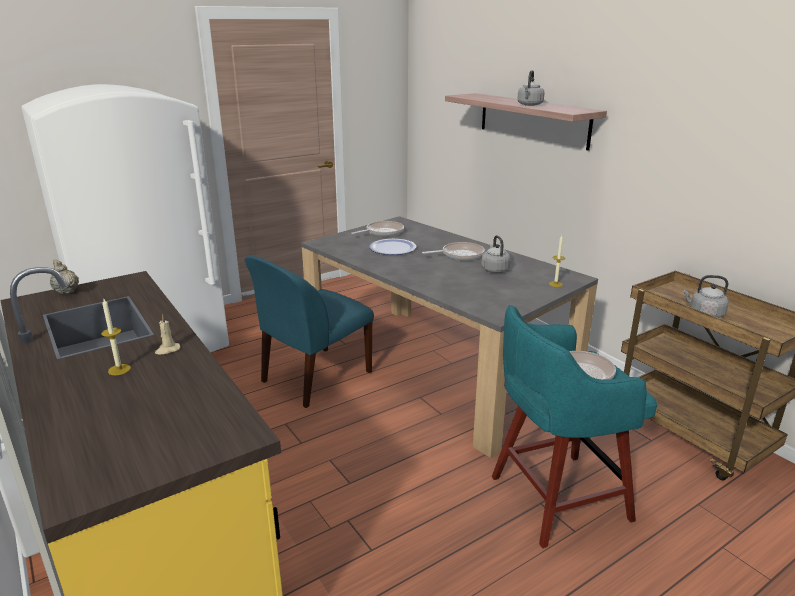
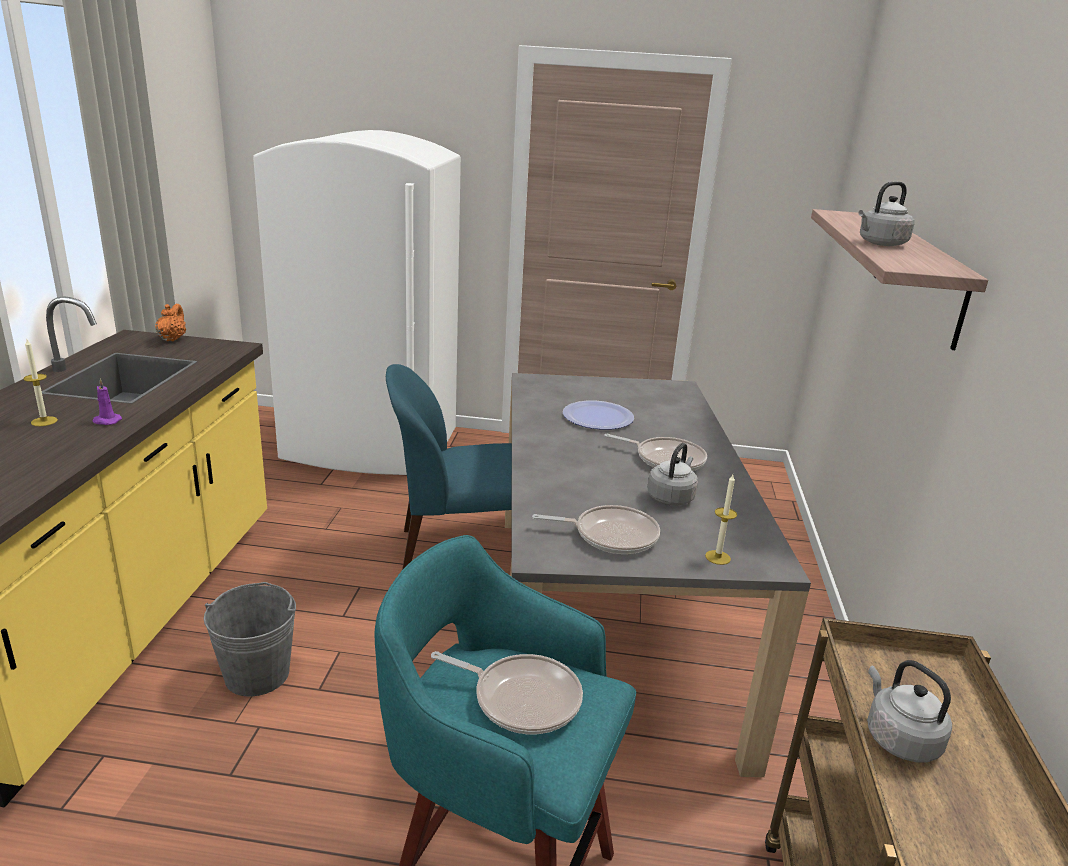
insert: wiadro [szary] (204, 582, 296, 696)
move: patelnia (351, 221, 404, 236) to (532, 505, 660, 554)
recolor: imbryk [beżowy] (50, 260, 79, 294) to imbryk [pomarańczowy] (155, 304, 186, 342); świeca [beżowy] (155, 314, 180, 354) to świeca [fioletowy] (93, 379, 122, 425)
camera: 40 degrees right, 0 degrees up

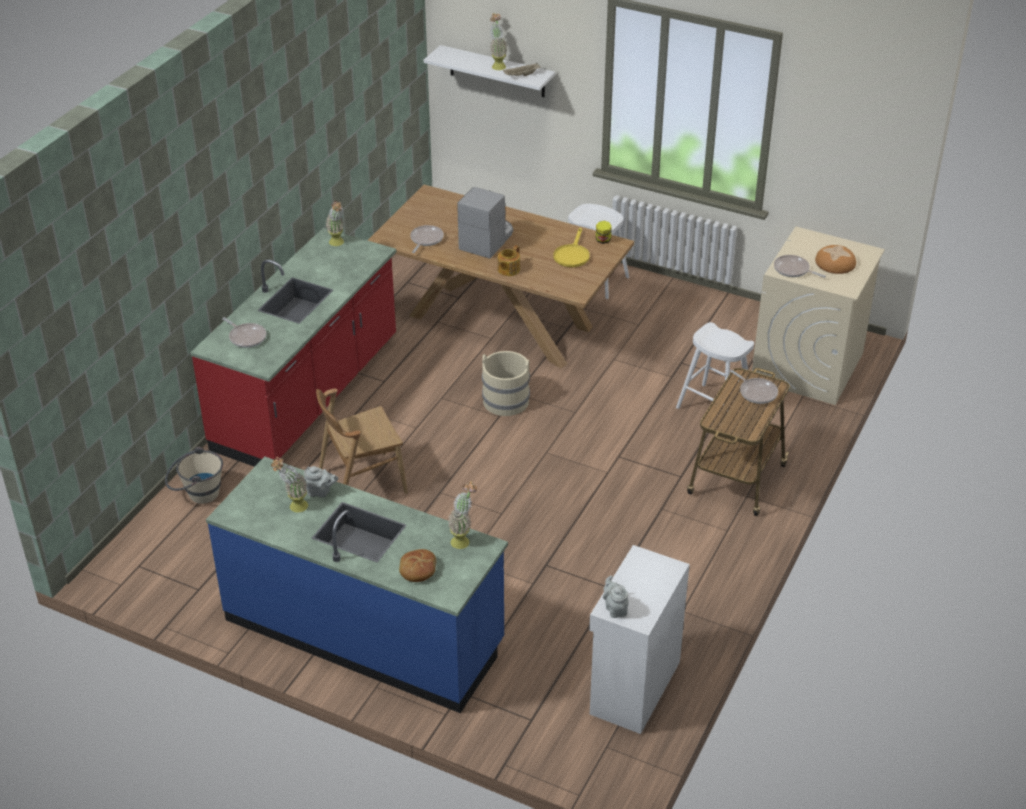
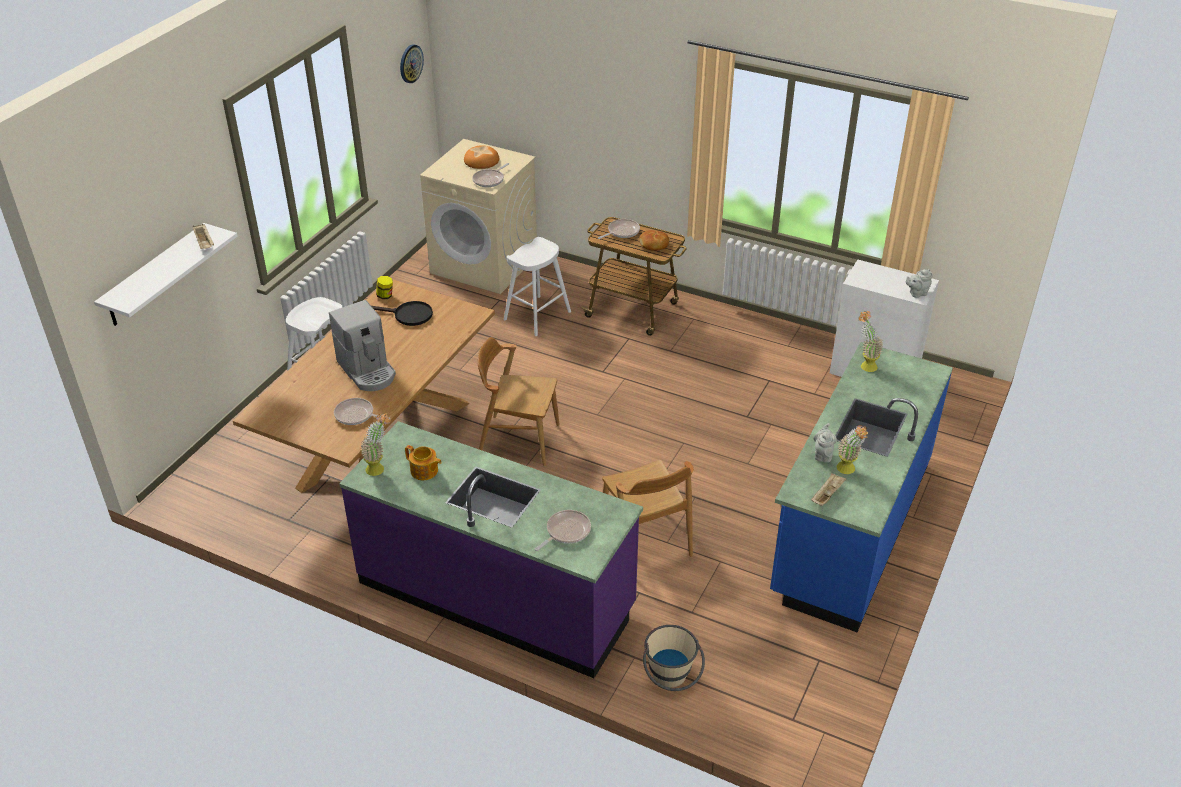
delete: roślina doniczkowa (490, 13, 508, 70)
insert: zegar ścienny (400, 44, 424, 83); taca [beżowy] (811, 473, 847, 506)
move: imbryk (498, 245, 520, 276) to (405, 445, 442, 480); chleb (399, 549, 437, 582) to (639, 230, 669, 251)
replace: wiadro [beżowy] (482, 351, 530, 416) to krzesło [brązowy] (478, 337, 560, 466)
recolor: zabudowa kuchenna [czerwony] (190, 228, 396, 467) to zabudowa kuchenna [fioletowy] (339, 421, 643, 678); patelnia [żółty] (553, 228, 590, 267) to patelnia [czarny] (372, 301, 433, 326)
rotate: ekspres do kawy (457, 187, 513, 259) = (329, 300, 396, 391) 150 degrees counterclockwise
camera: 90 degrees left, 0 degrees up

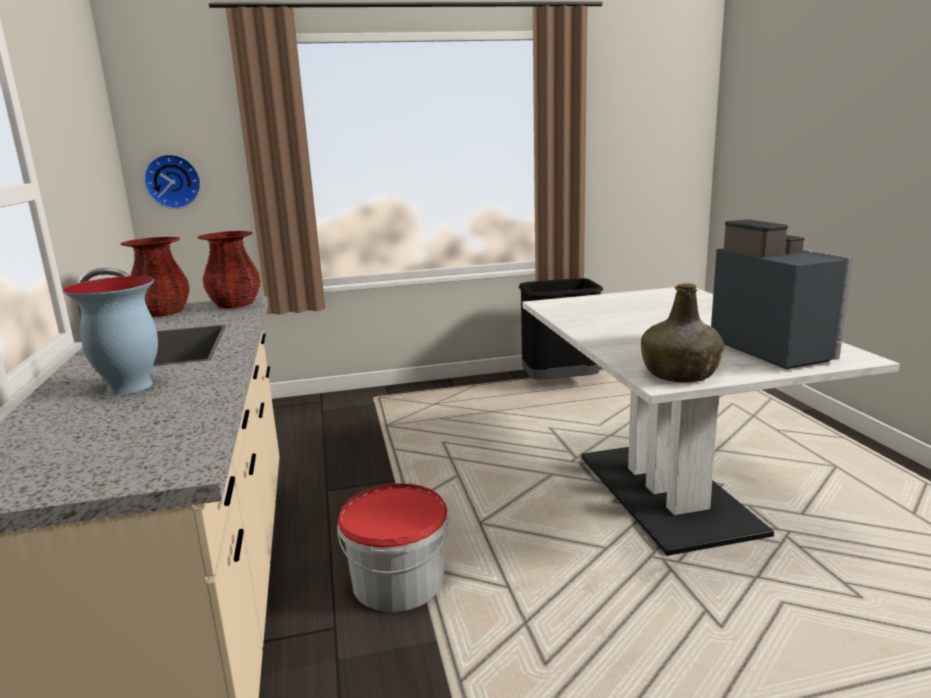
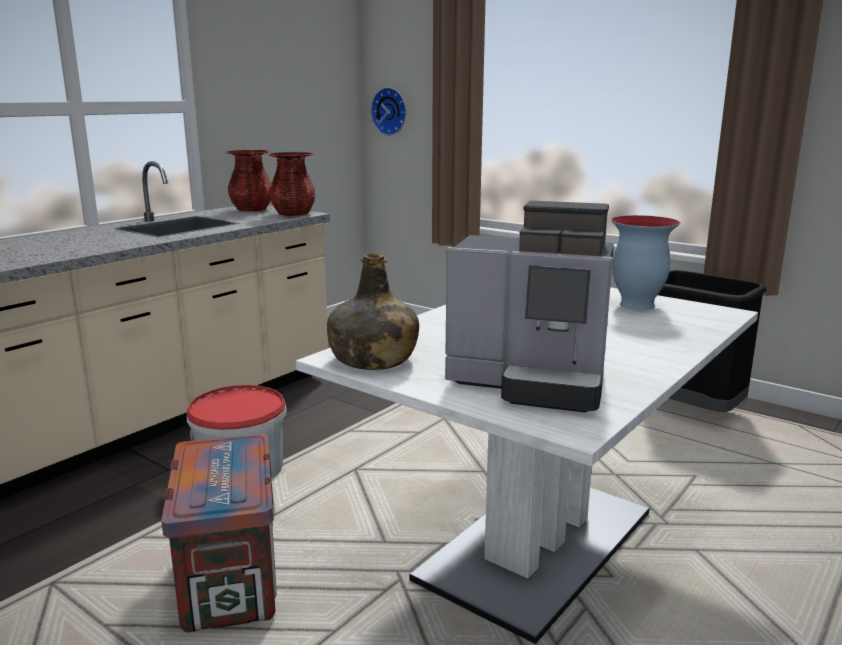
insert: skrzynka (161, 434, 277, 632)
move: wazon (62, 276, 158, 394) to (611, 215, 680, 310)
rotate: ekspres do kawy (711, 219, 853, 369) = (445, 201, 614, 413) 75 degrees clockwise
camera: 50 degrees right, 0 degrees up

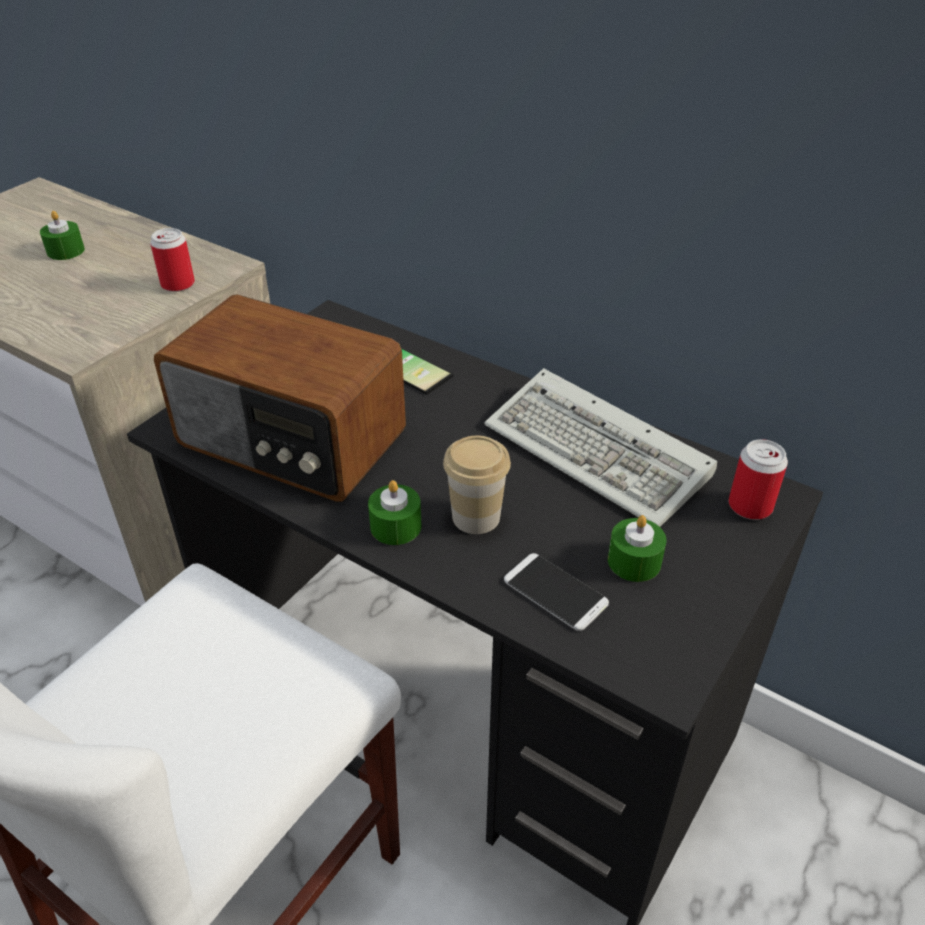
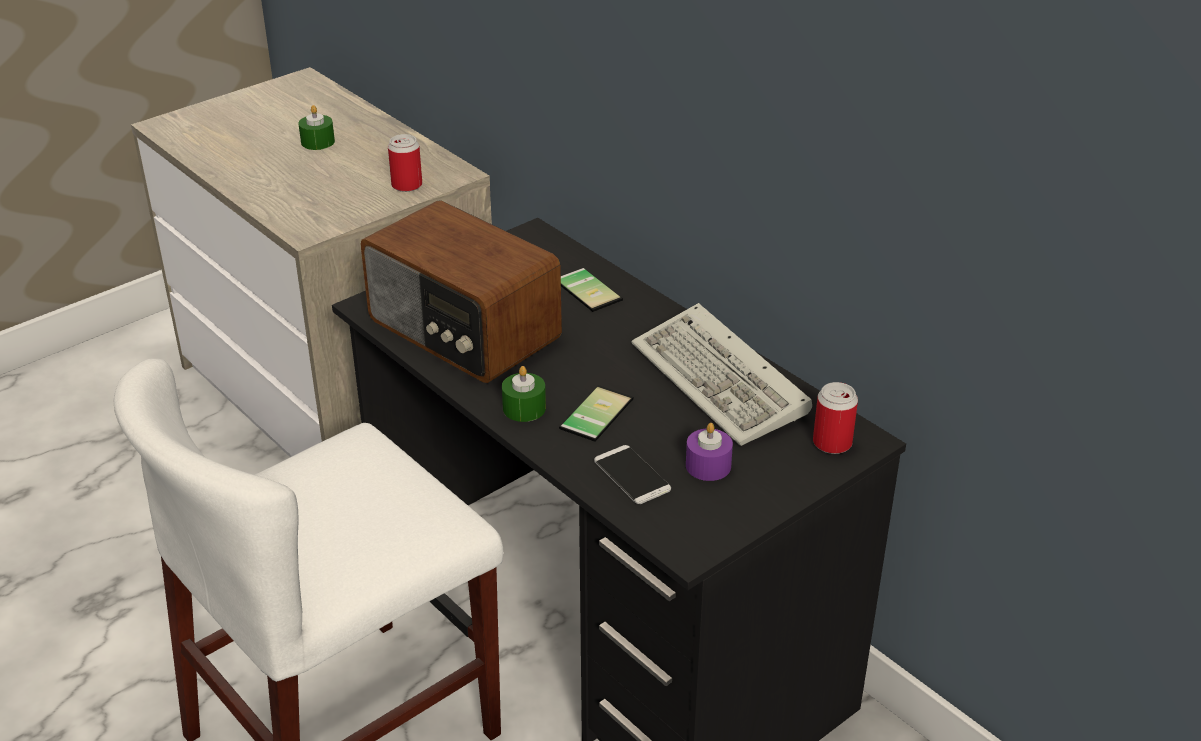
replace: filiżanka (443, 436, 511, 534) to telefon (559, 385, 633, 442)
recolor: świeca [zielony] (608, 515, 667, 582) to świeca [fioletowy] (686, 423, 733, 481)
camera: 15 degrees right, 5 degrees down

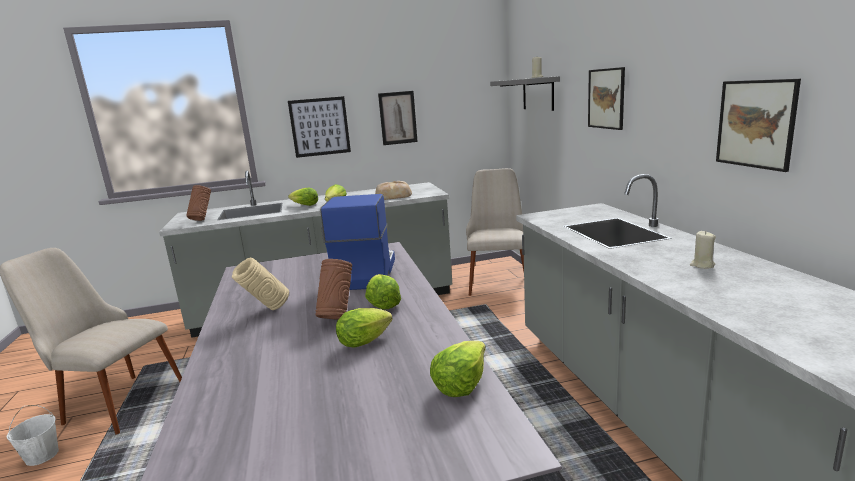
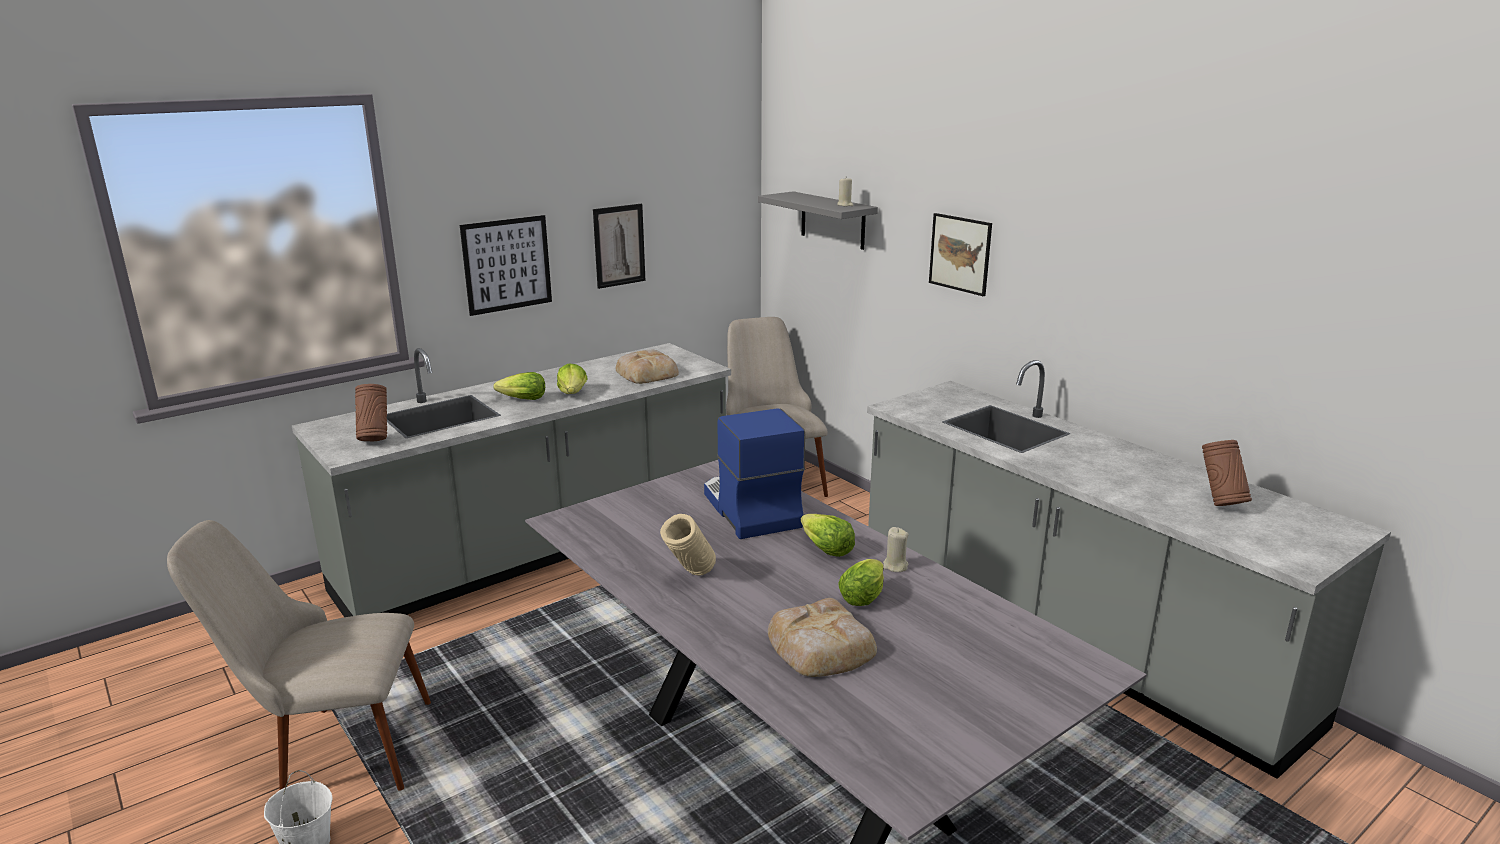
delete: obraz (716, 79, 801, 172); sałata (430, 341, 486, 397)
insert: chleb (768, 598, 877, 677)
move: świeca [beżowy] (690, 231, 716, 269) to (883, 527, 909, 572); wazon [brązowy] (316, 259, 352, 319) to (1202, 440, 1252, 506)
camera: 25 degrees left, 5 degrees up

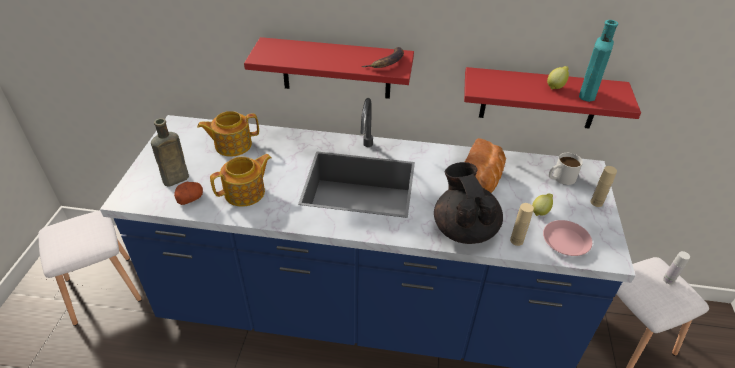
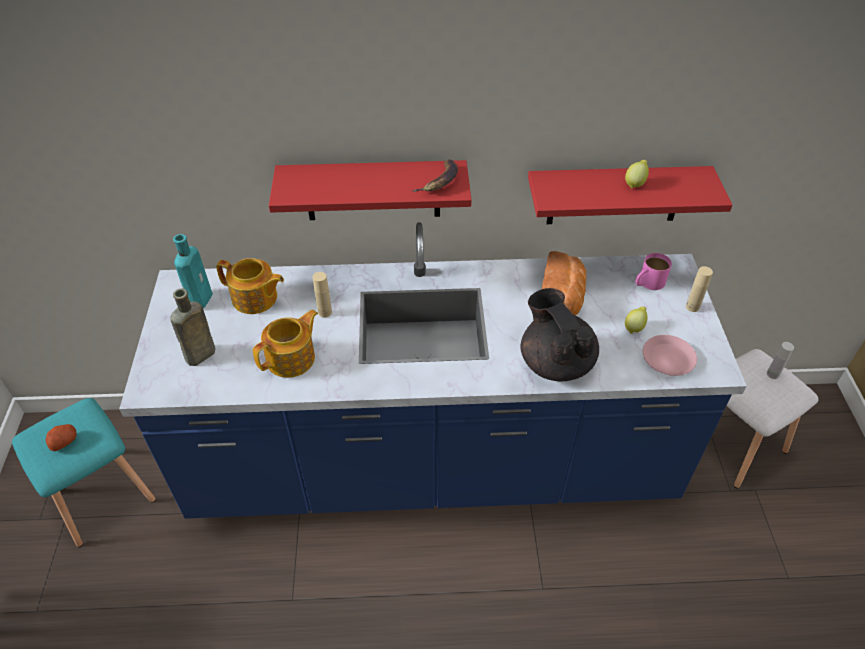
move: butelka [turkusowy] (579, 20, 618, 102) to (173, 234, 213, 308); ziemniak (174, 182, 203, 205) to (46, 424, 77, 451); butelka [beżowy] (510, 203, 534, 246) to (313, 272, 332, 318)
recolor: kubek [biały] (549, 153, 583, 185) to kubek [różowy] (635, 253, 672, 290); stołek [biały] (38, 210, 142, 326) to stołek [turkusowy] (12, 398, 156, 547)
rotate: imbryk (197, 111, 259, 156) = (216, 258, 284, 314) 135 degrees counterclockwise
camera: 10 degrees left, 5 degrees up

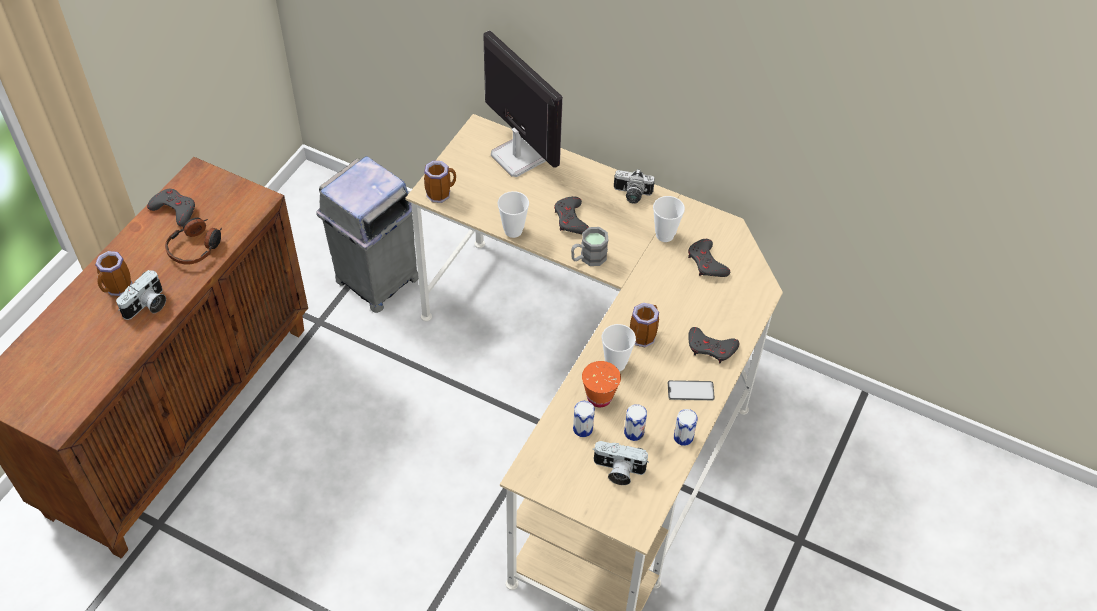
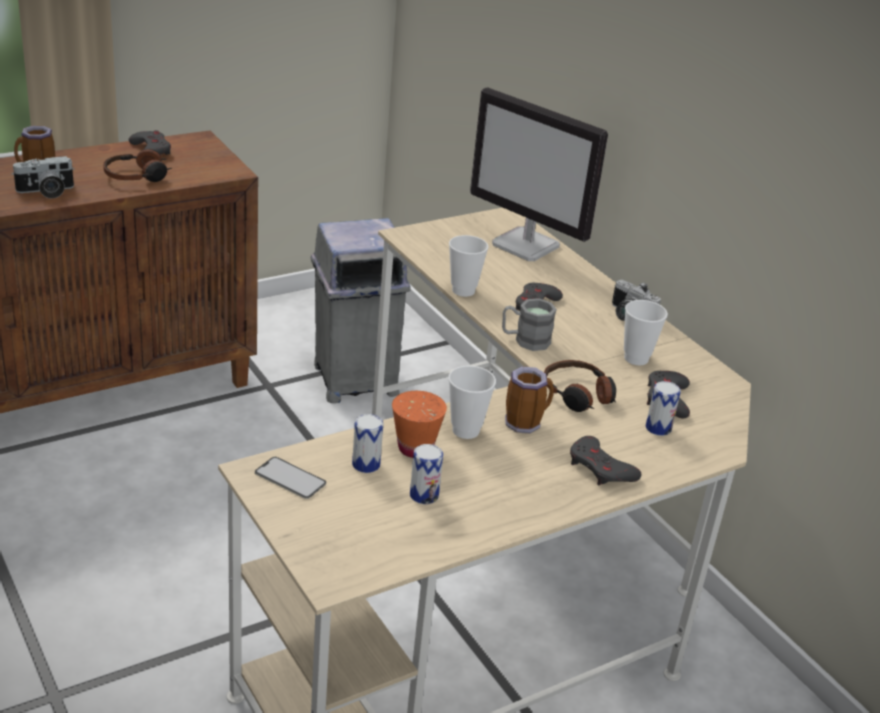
delete: kubek (424, 161, 456, 203); aparat fotograficzny (593, 441, 649, 485)
insert: słuchawki (544, 360, 616, 412)
move: telefon (668, 380, 715, 401) to (255, 457, 326, 499); puszka (674, 409, 698, 446) to (646, 381, 681, 436)
rotate: monitor (483, 31, 563, 177) = (470, 87, 608, 261) 135 degrees clockwise
camera: 30 degrees right, 20 degrees down

